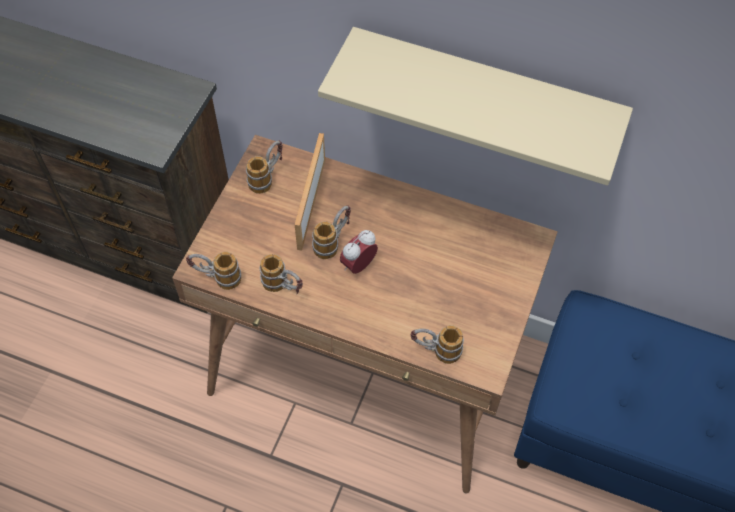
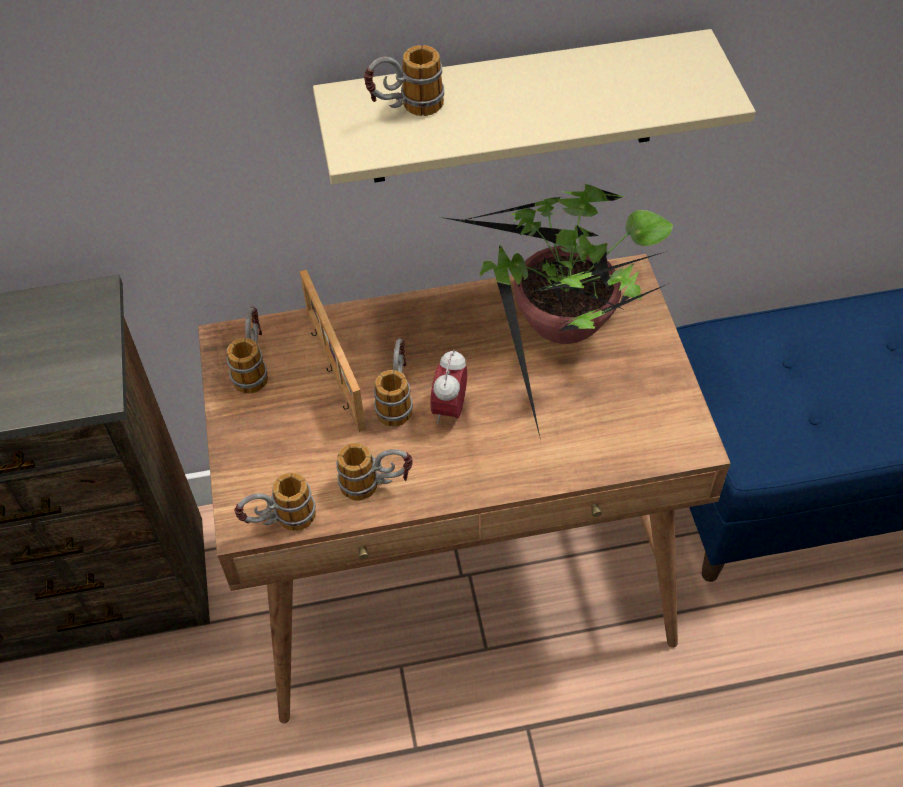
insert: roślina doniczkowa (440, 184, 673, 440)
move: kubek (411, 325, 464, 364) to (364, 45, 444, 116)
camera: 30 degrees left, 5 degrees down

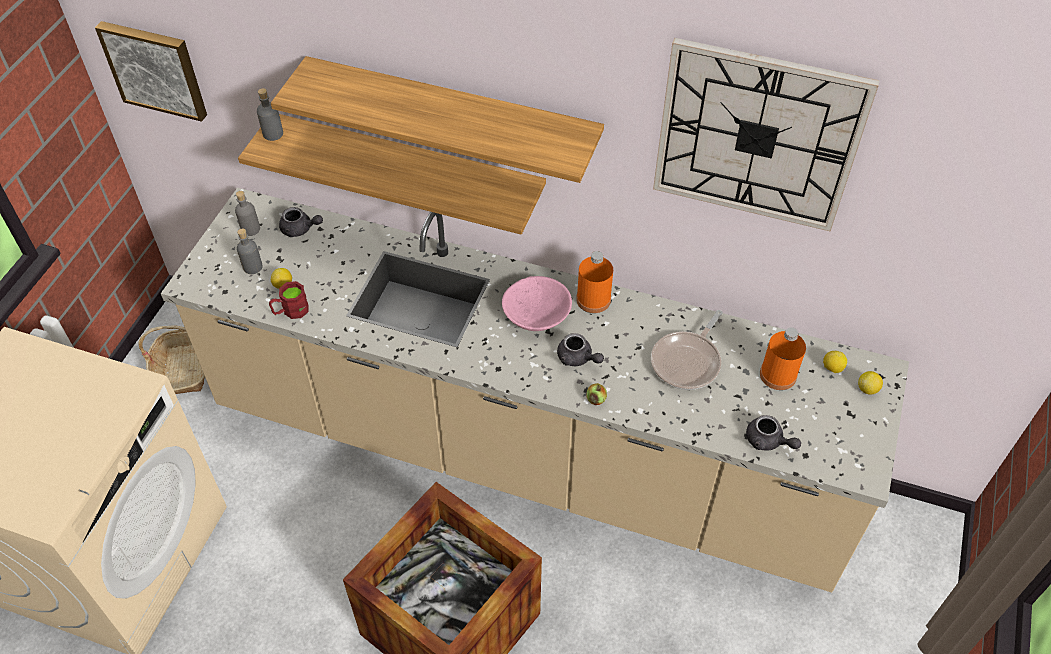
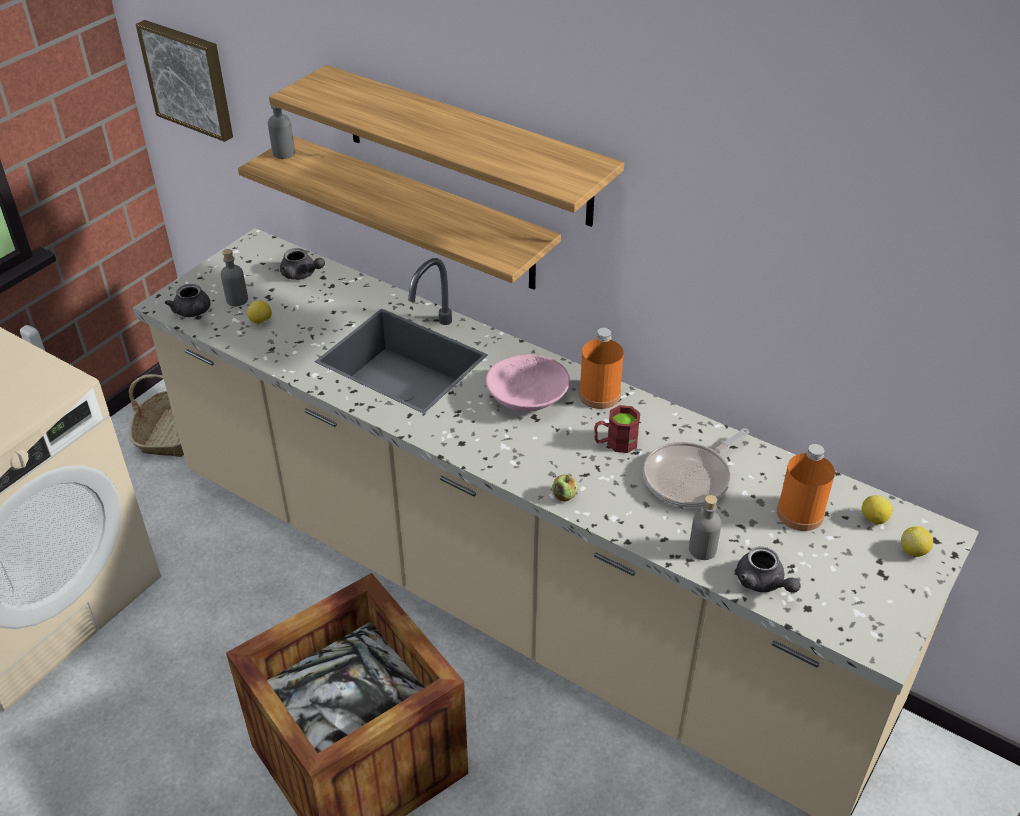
delete: zegar ścienny (653, 38, 880, 232)
move: butelka [szary] (235, 191, 260, 236) to (689, 495, 722, 560); kubek [czerwony] (269, 281, 308, 319) to (594, 405, 640, 453); imbryk [szary] (557, 333, 604, 366) to (165, 284, 210, 317)
camera: 15 degrees right, 10 degrees down

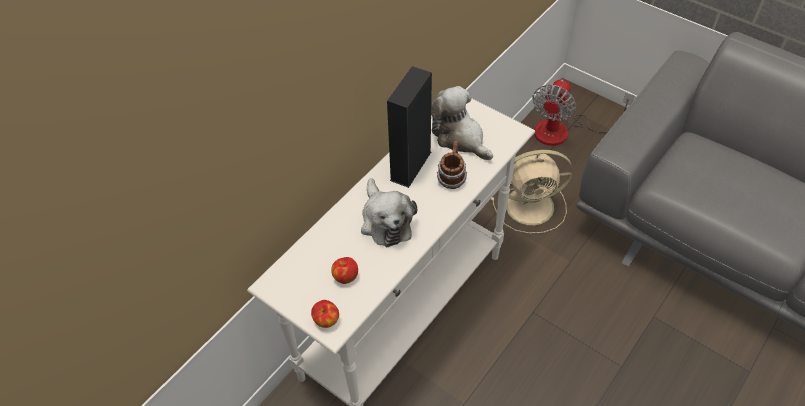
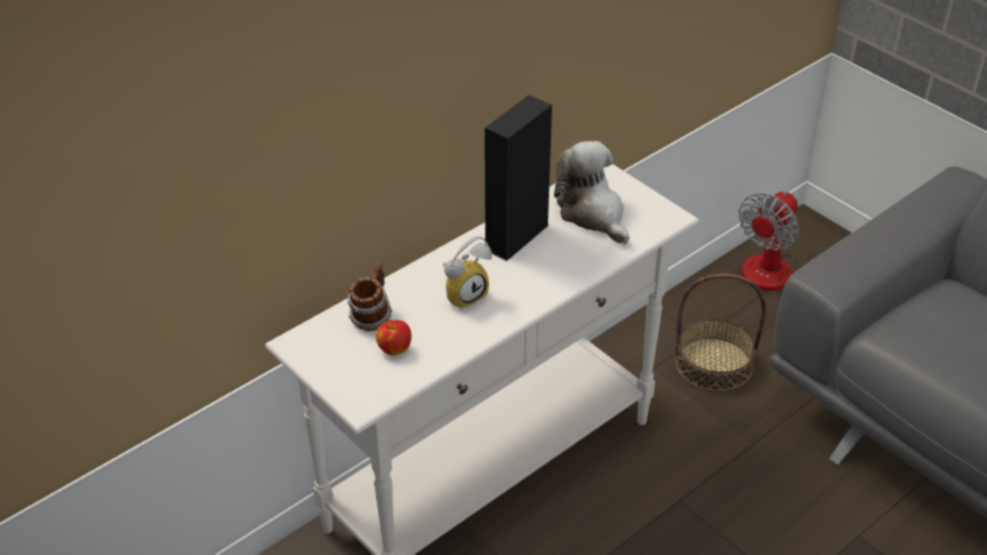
delete: jabłko (311, 300, 339, 328)
move: kubek (437, 141, 467, 189) to (348, 262, 392, 331)
replace: wentylator [beżowy] (491, 150, 573, 234) to koszyk (675, 274, 766, 392); pluszak (361, 178, 417, 247) to budzik (443, 236, 492, 310)
camera: 10 degrees right, 10 degrees down

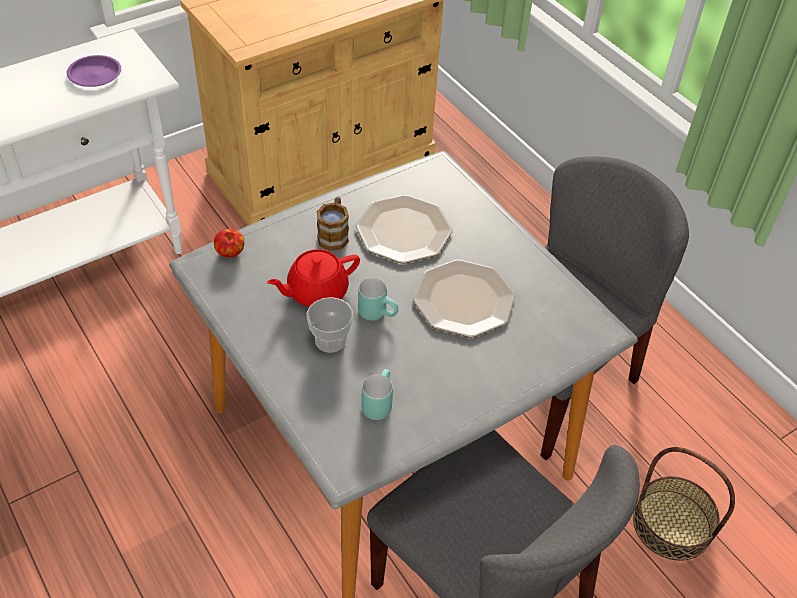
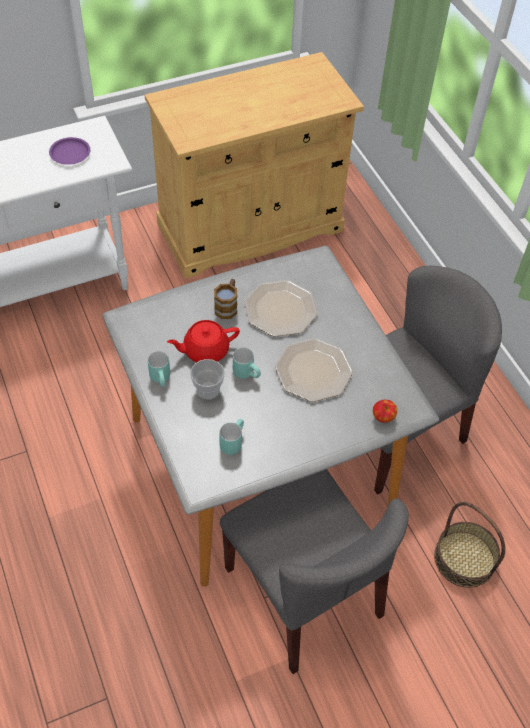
insert: kubek [turkusowy] (148, 351, 170, 387)
move: jabłko (214, 229, 244, 258) to (373, 400, 397, 423)
camera: 10 degrees right, 5 degrees up

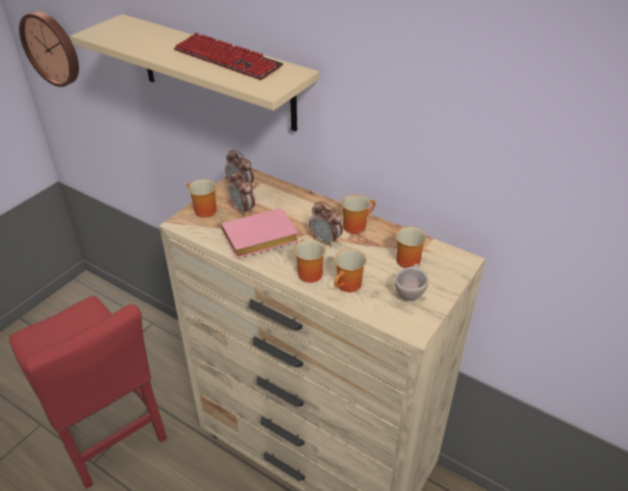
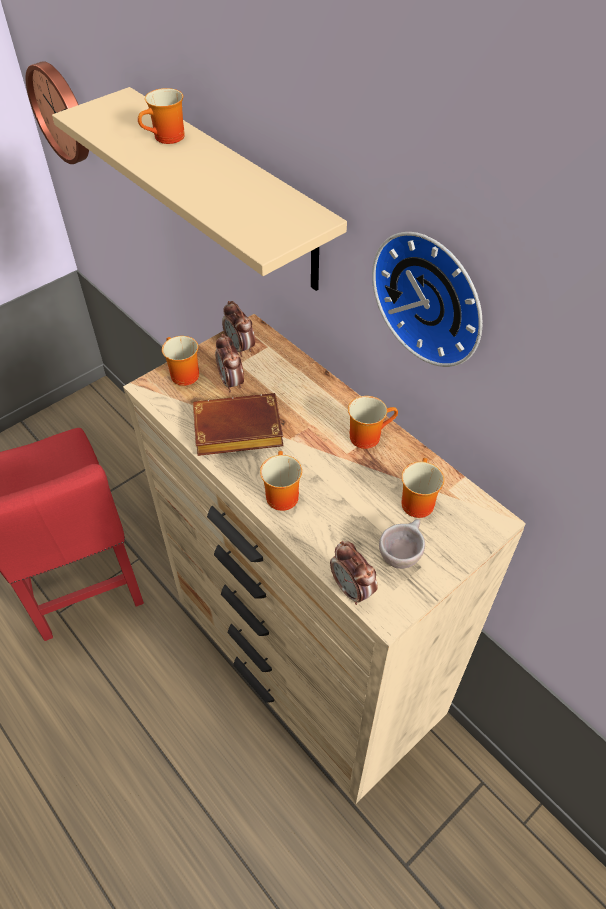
delete: klawiatura (174, 33, 283, 80)
insert: zegar ścienny (372, 232, 483, 367)
move: budzik (309, 201, 343, 247) to (330, 541, 378, 605); kubek (334, 249, 367, 292) to (138, 88, 185, 144)
recolor: książka [różowy] (221, 208, 299, 259) to książka [brązowy] (193, 393, 284, 456)
camera: 15 degrees right, 10 degrees up

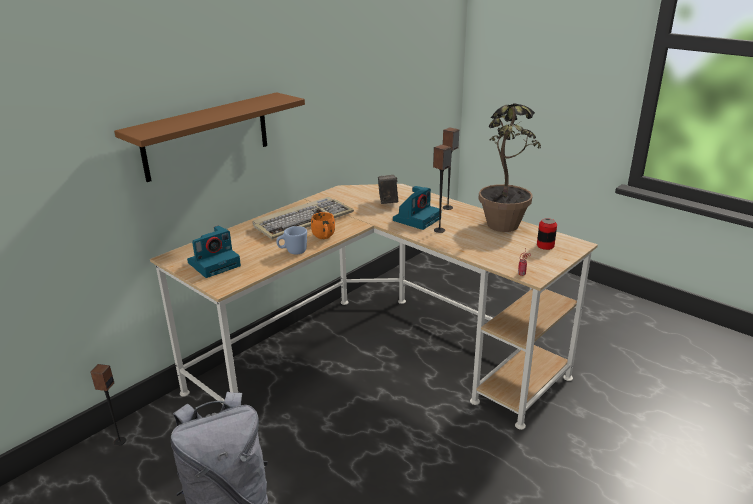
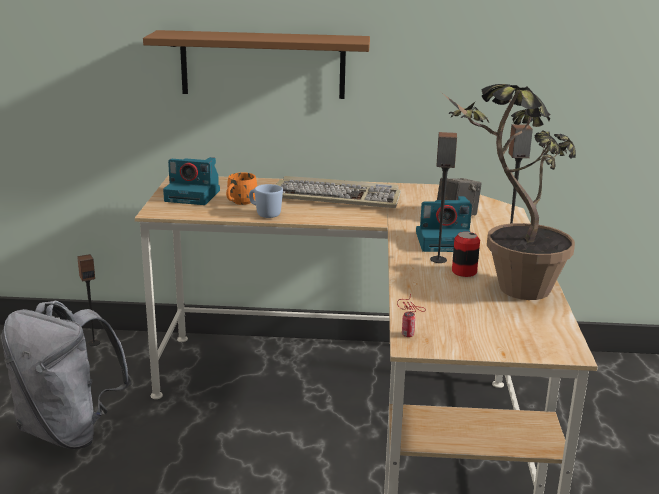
move: kubek [pomarańczowy] (311, 212, 335, 239) to (226, 172, 257, 205); puszka (537, 218, 557, 250) to (452, 232, 480, 277)
camera: 50 degrees right, 5 degrees down

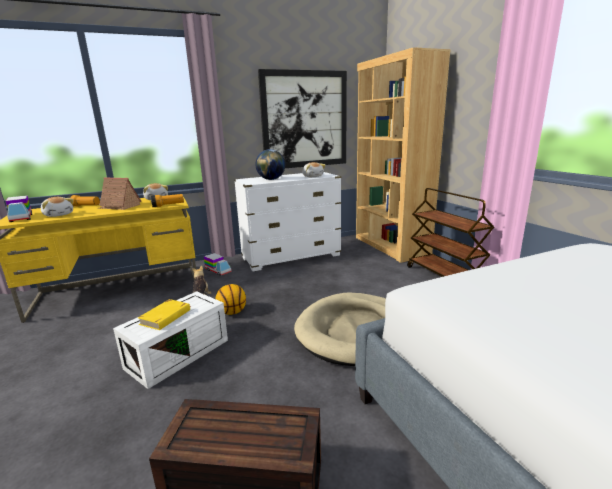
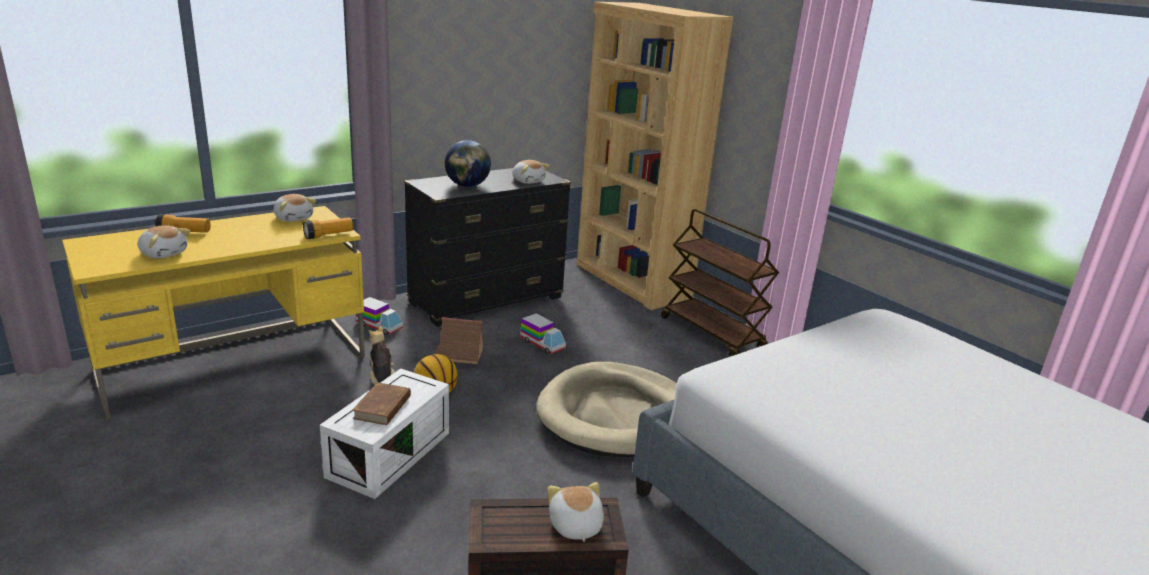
delete: obraz (258, 69, 347, 168)
insert: pluszak (548, 482, 604, 542)
move: domek (97, 177, 141, 210) to (434, 317, 484, 364); ciężarówka zabawkowa (6, 195, 32, 222) to (520, 313, 566, 354)
recolor: komoda [biały] (234, 172, 341, 271) to komoda [czarny] (404, 168, 571, 327); książka [żółty] (138, 299, 190, 330) to książka [brązowy] (352, 382, 411, 425)
camera: 15 degrees left, 5 degrees up

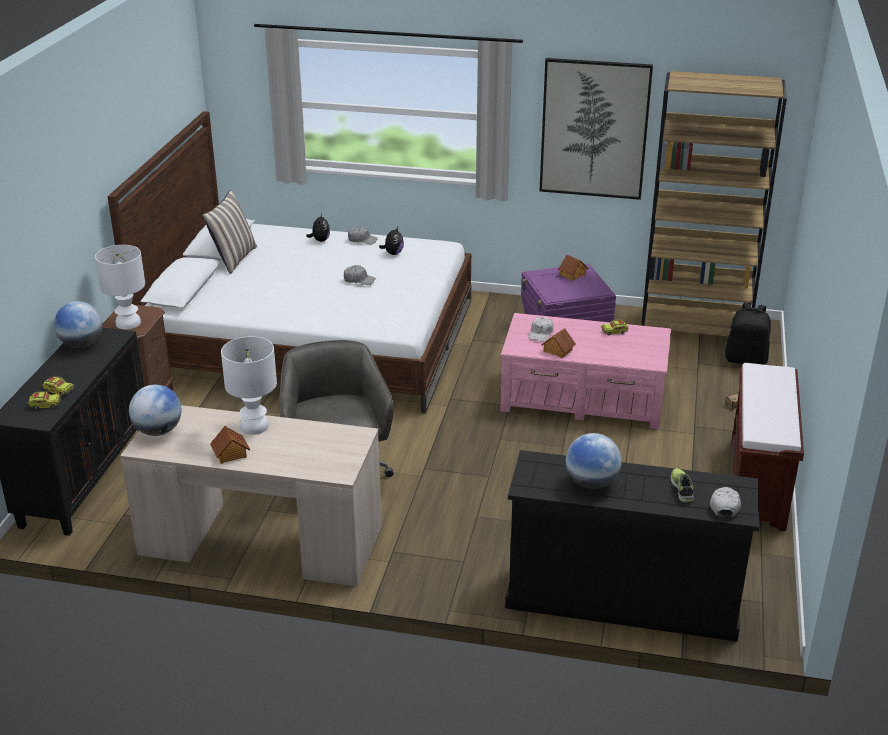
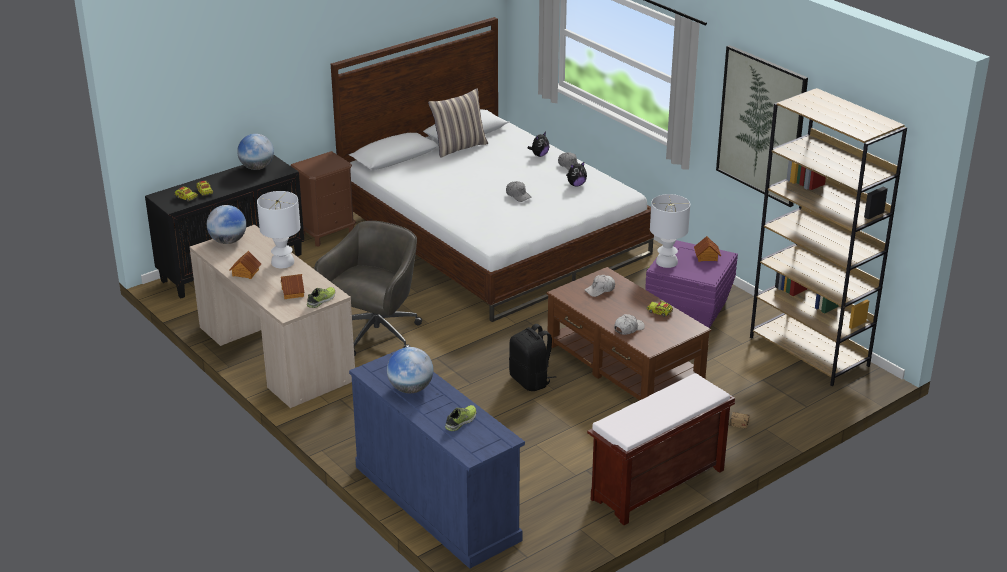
insert: but (307, 287, 335, 308)
move: lampa stołowa [biały] (95, 245, 145, 329) to (650, 194, 690, 268); plecak [czarny] (725, 303, 771, 365) to (509, 324, 556, 391); domek (541, 328, 576, 358) to (281, 274, 304, 299); czapka z daszkiem [biały] (710, 487, 741, 517) to (614, 314, 645, 335)
recolor: ława [różowy] (500, 313, 671, 429) to ława [brązowy] (547, 267, 711, 400); komoda [czarny] (505, 450, 759, 642) to komoda [niebieski] (349, 350, 525, 569)
camera: 40 degrees right, 0 degrees up

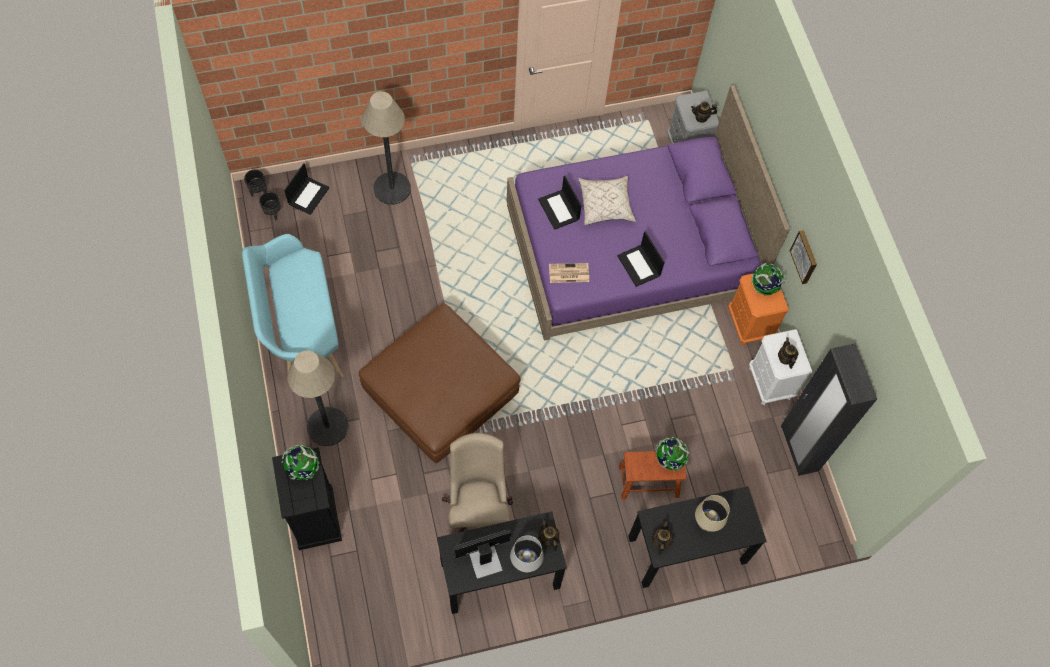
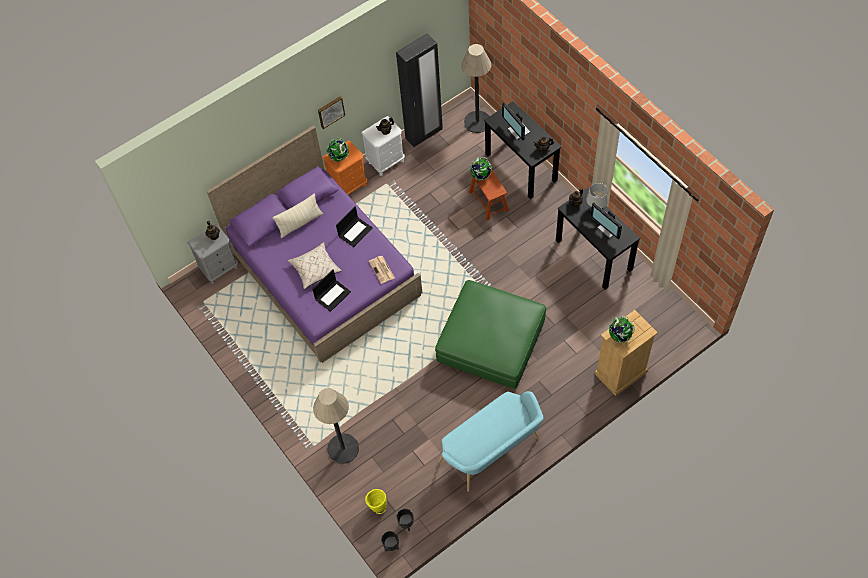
delete: krzesło biurowe [beżowy] (442, 433, 513, 532)
insert: poduszka [beżowy] (273, 193, 323, 238)
move: lampa stojąca (287, 351, 349, 446) to (461, 44, 491, 133)
replace: laptop (284, 163, 329, 215) to wazon [żółty] (365, 489, 387, 514); lampa stołowa [beżowy] (695, 495, 730, 532) to monitor (502, 103, 531, 141)
recolor: pufa [brązowy] (359, 303, 521, 463) to pufa [zielony] (435, 280, 546, 389); komoda [czarny] (272, 447, 342, 550) to komoda [beżowy] (595, 310, 658, 396)
camera: 105 degrees left, 5 degrees down

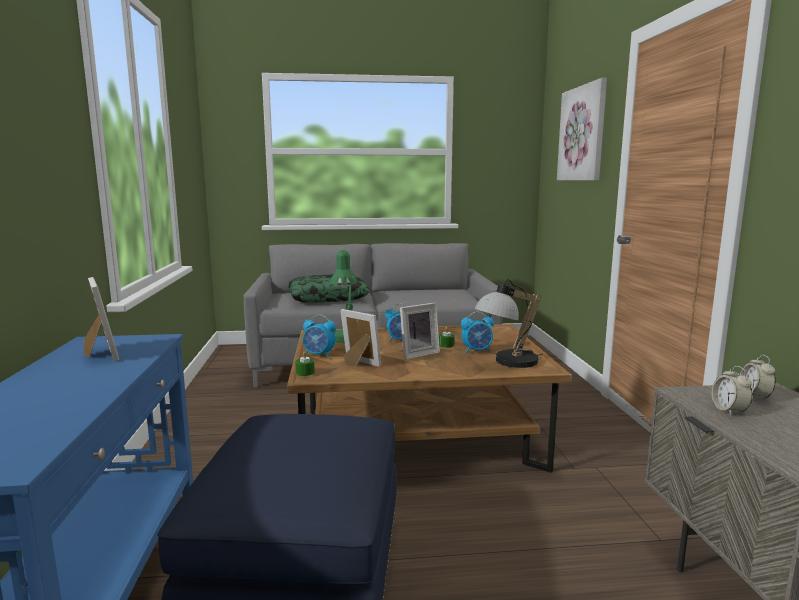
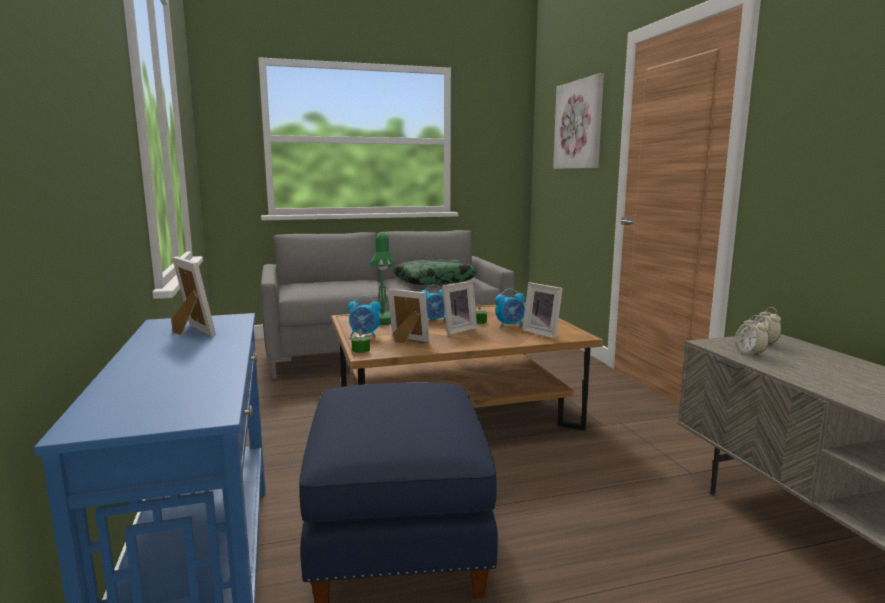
move: poduszka (288, 274, 370, 303) to (393, 259, 478, 285)
replace: lampa stołowa (474, 279, 543, 368) to ramka na zdjęcie (522, 282, 563, 339)
camera: 10 degrees left, 0 degrees up

